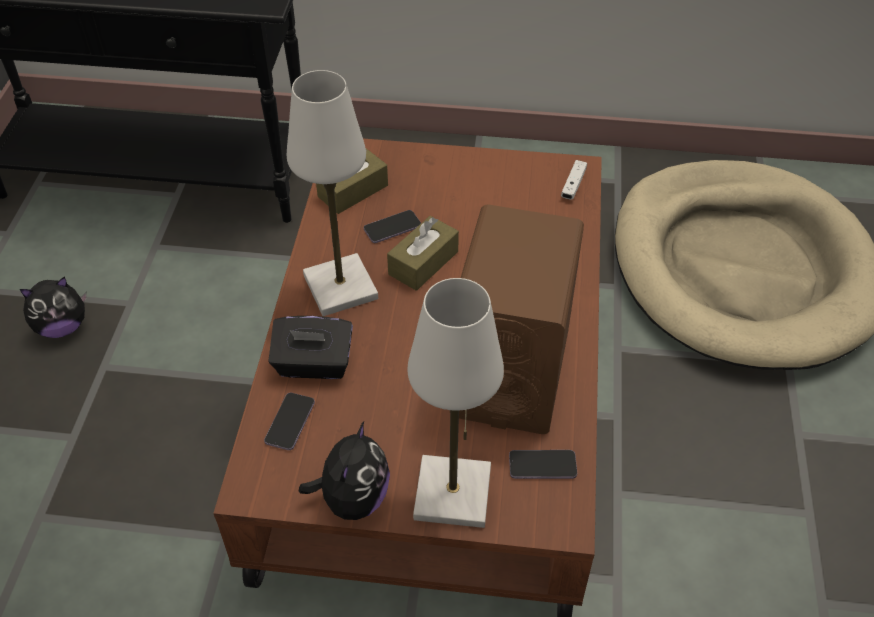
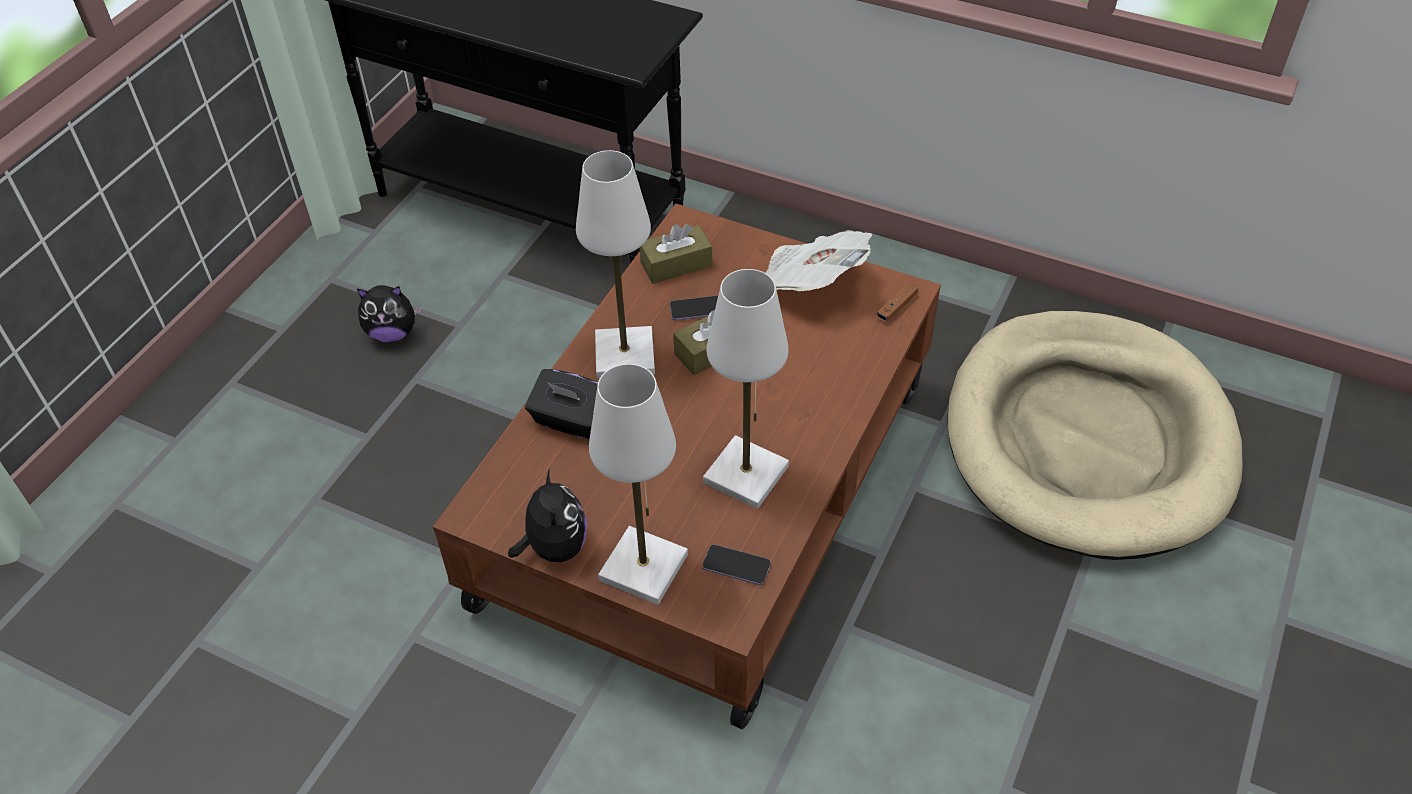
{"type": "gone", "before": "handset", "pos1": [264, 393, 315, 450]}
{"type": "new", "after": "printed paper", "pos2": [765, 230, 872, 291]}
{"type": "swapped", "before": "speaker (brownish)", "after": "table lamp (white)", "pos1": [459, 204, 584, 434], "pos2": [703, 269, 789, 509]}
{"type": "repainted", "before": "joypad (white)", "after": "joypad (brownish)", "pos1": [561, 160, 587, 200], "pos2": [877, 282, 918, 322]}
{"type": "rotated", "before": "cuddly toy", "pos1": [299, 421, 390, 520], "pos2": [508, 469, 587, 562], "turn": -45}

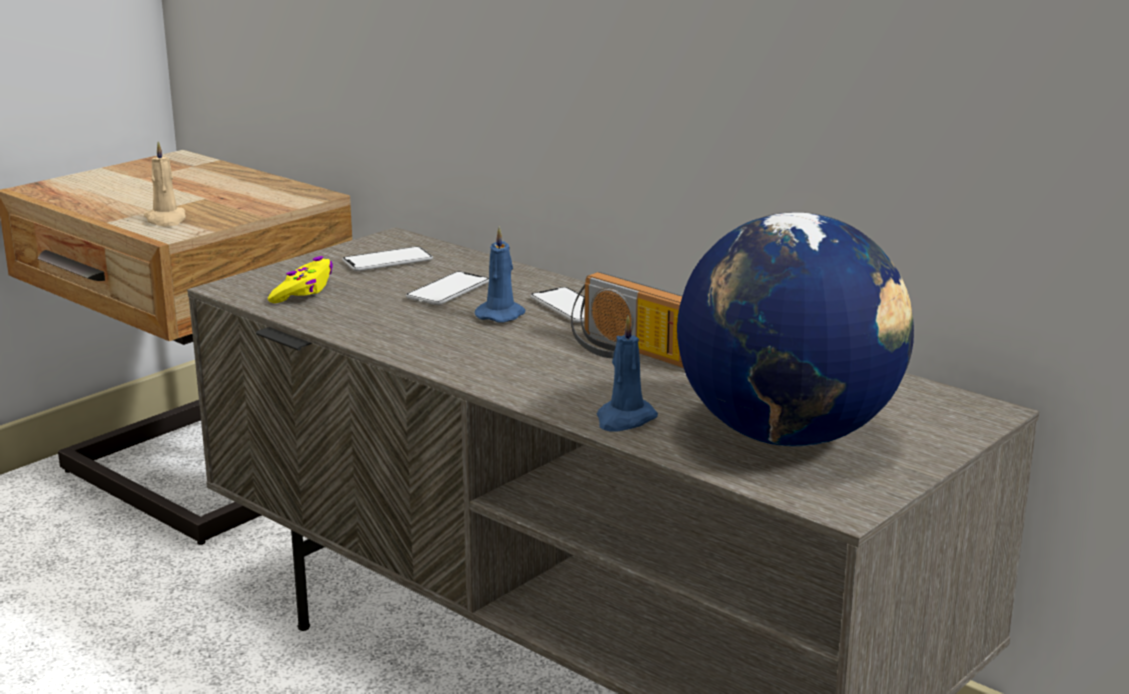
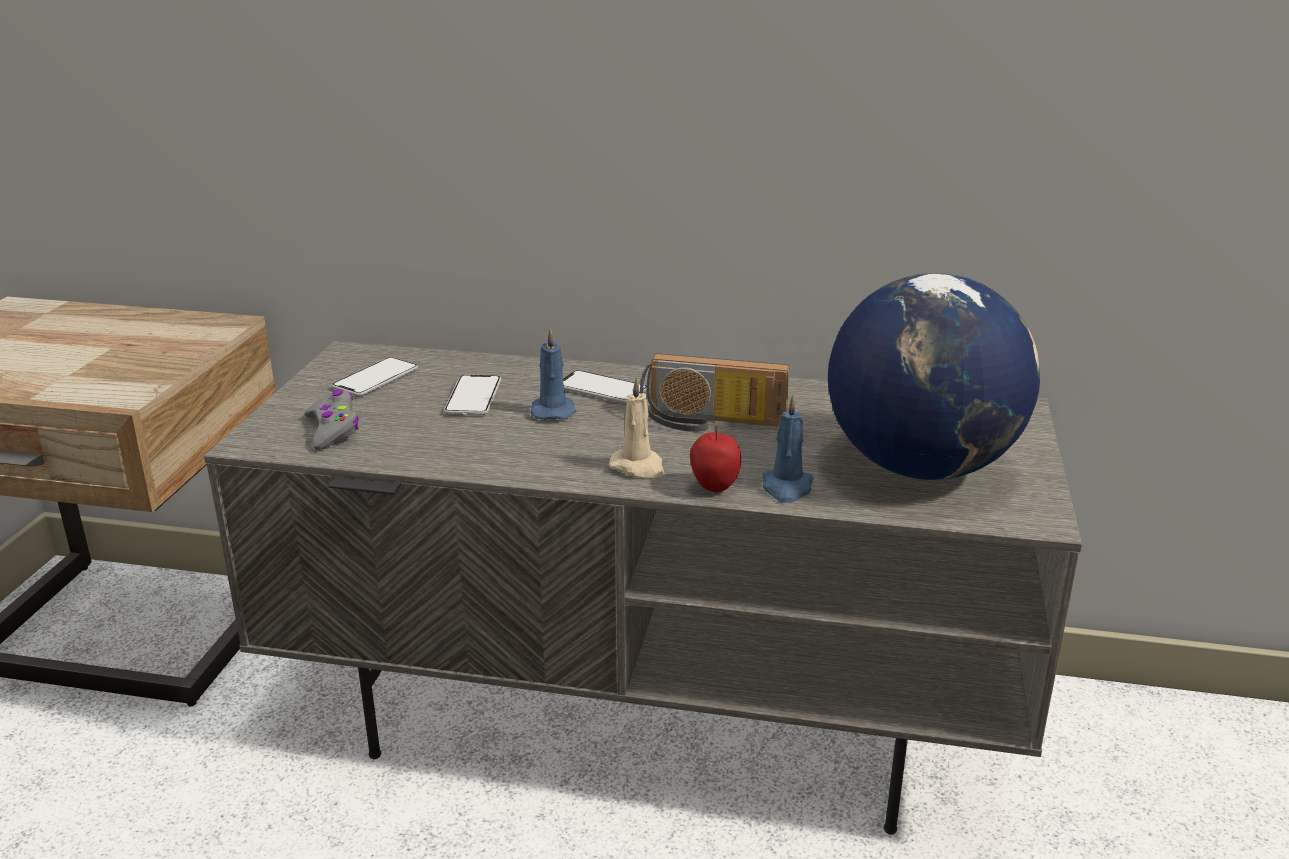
{"type": "new", "after": "whole apple", "pos2": [690, 426, 741, 492]}
{"type": "shifted", "before": "candle (sand-coloured)", "pos1": [144, 141, 186, 226], "pos2": [609, 376, 665, 478]}
{"type": "repainted", "before": "joypad (yellow)", "after": "joypad (gray)", "pos1": [268, 256, 333, 303], "pos2": [304, 389, 359, 450]}

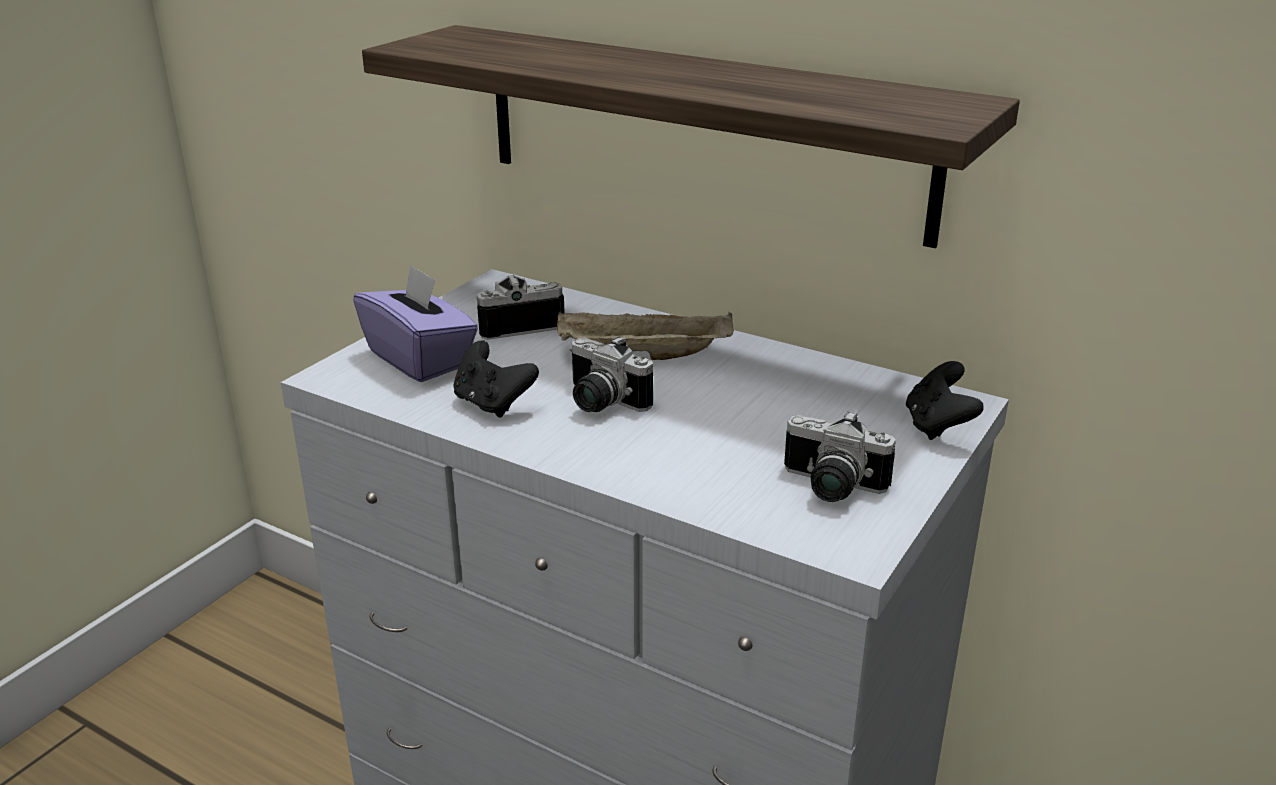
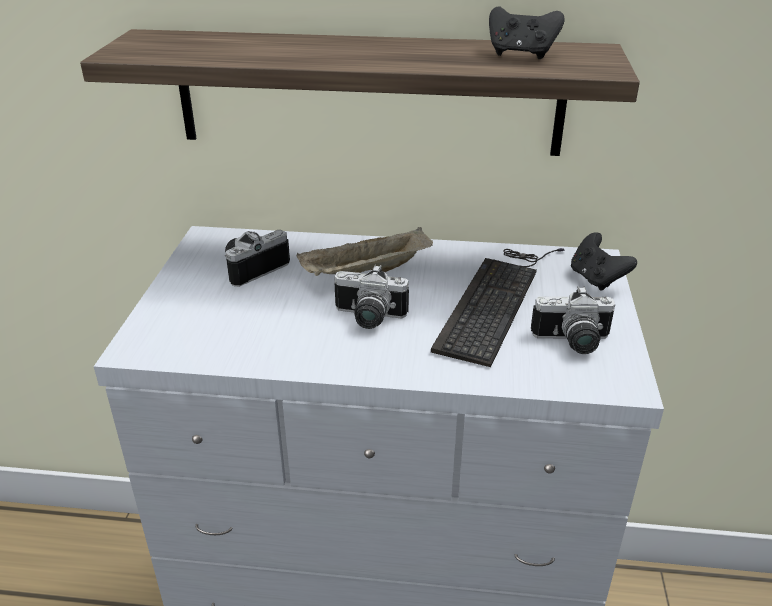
{"type": "gone", "before": "tissue holder (purple)", "pos1": [353, 264, 478, 382]}
{"type": "new", "after": "PC keyboard", "pos2": [431, 248, 564, 367]}
{"type": "shifted", "before": "joypad (blackish)", "pos1": [453, 340, 539, 417], "pos2": [489, 6, 564, 59]}

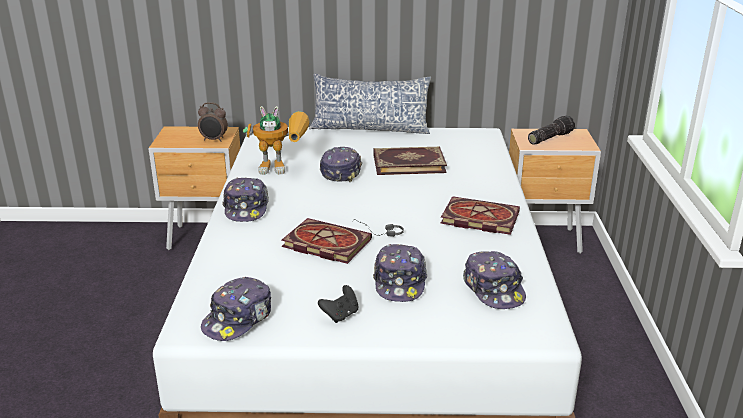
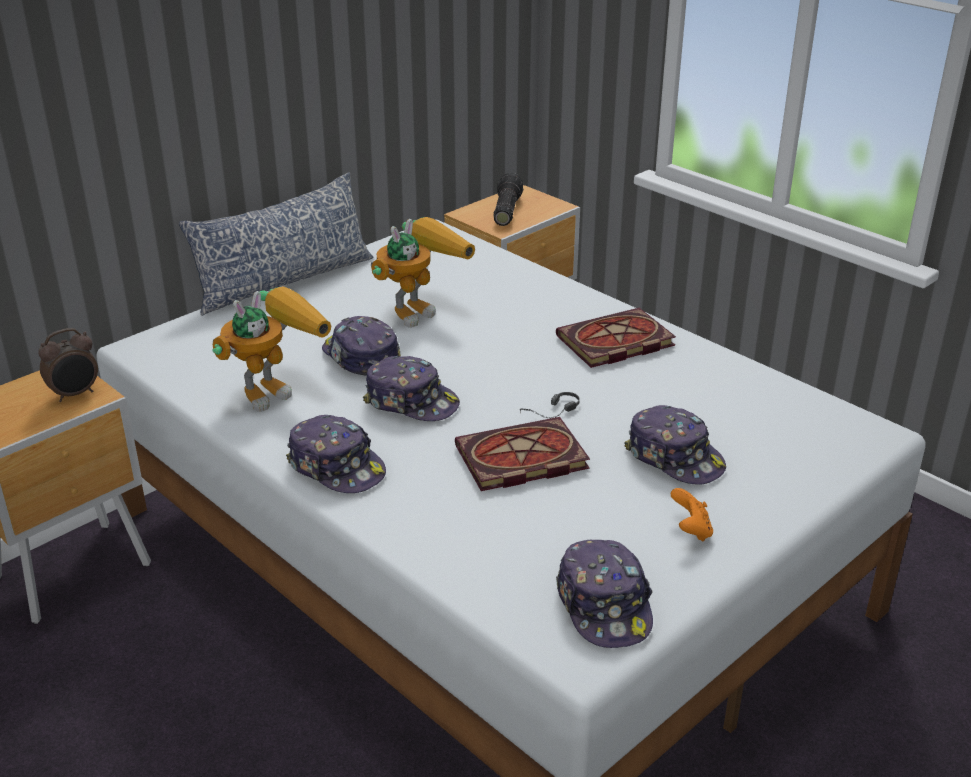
{"type": "shifted", "before": "peaked cap", "pos1": [463, 251, 526, 309], "pos2": [363, 356, 460, 421]}
{"type": "swapped", "before": "volume", "after": "robot figure", "pos1": [373, 147, 447, 175], "pos2": [371, 217, 475, 328]}
{"type": "repainted", "before": "joypad (blackish)", "after": "joypad (orangey)", "pos1": [318, 285, 359, 323], "pos2": [671, 488, 713, 542]}

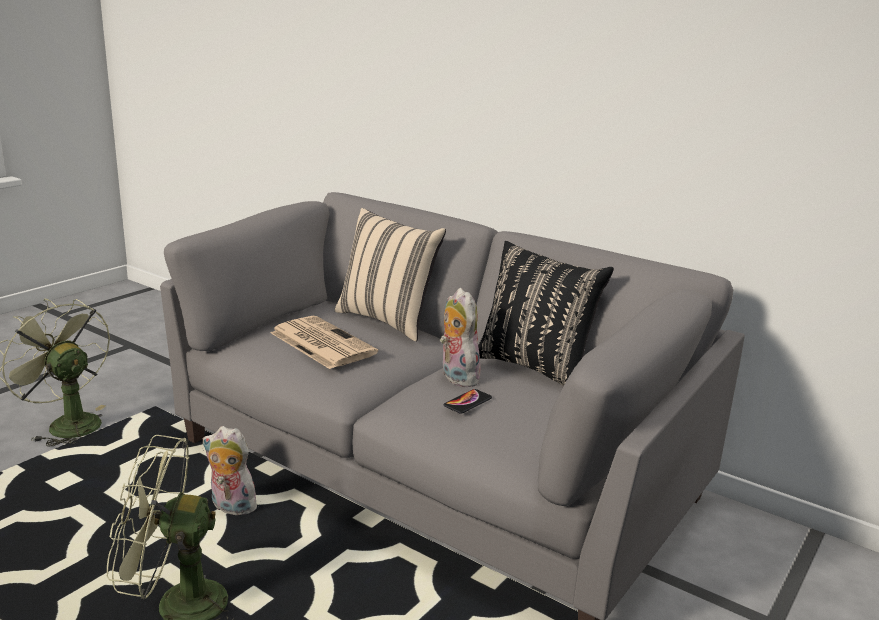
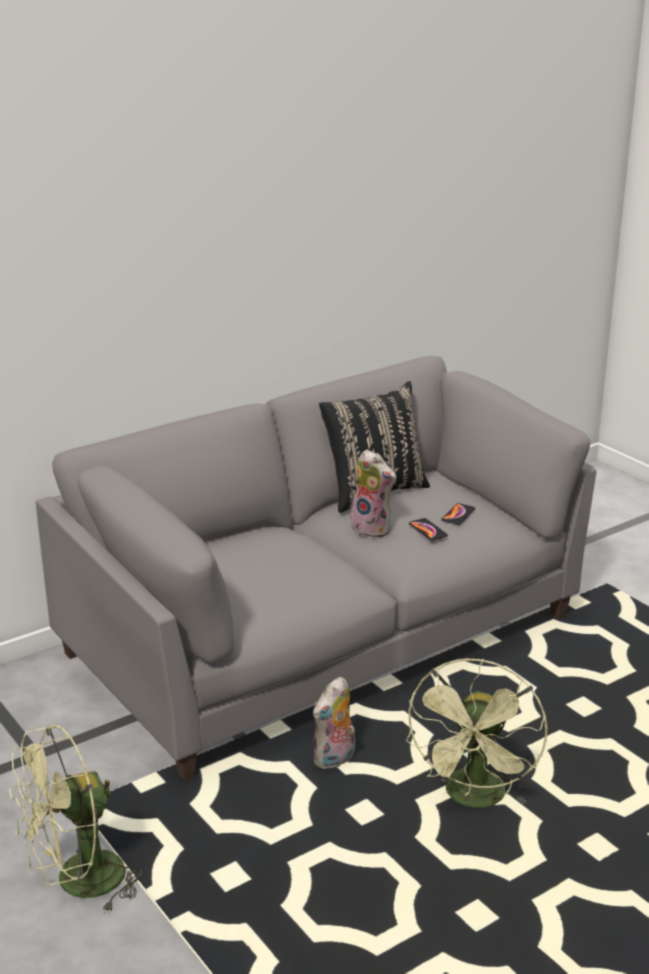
{"type": "gone", "before": "printed paper", "pos1": [270, 316, 378, 369]}
{"type": "gone", "before": "cushion (sand-coloured)", "pos1": [335, 208, 446, 342]}
{"type": "new", "after": "handset", "pos2": [441, 503, 475, 525]}
{"type": "rotated", "before": "cuddly toy", "pos1": [440, 288, 481, 387], "pos2": [350, 449, 396, 538], "turn": -135}

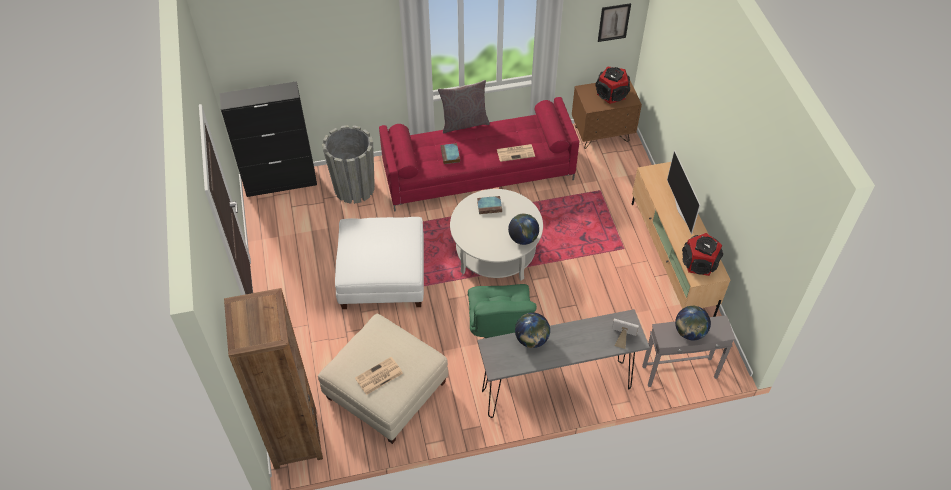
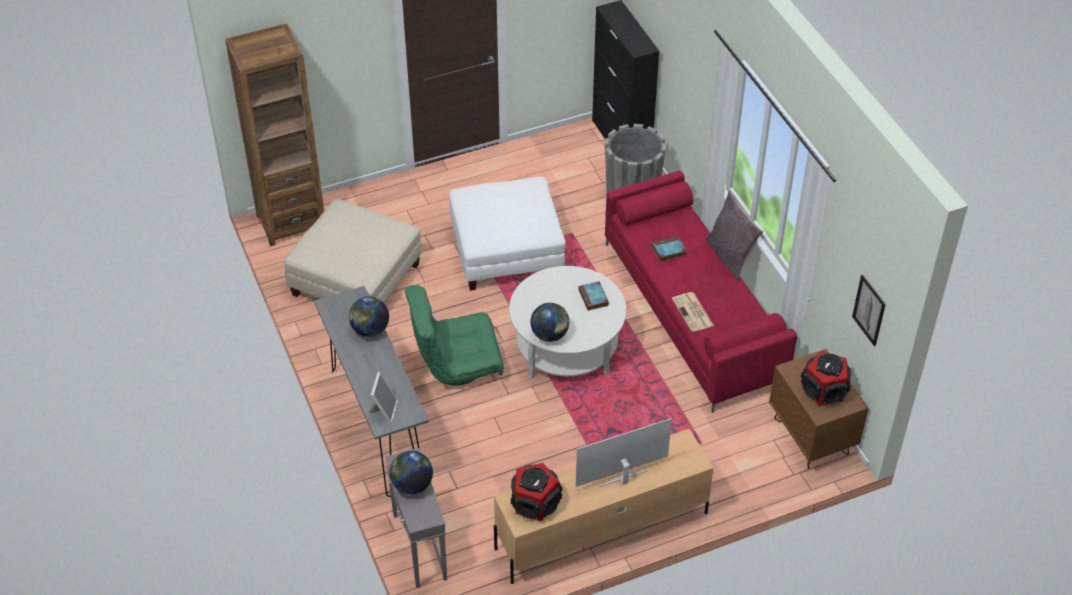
{"type": "gone", "before": "printed paper", "pos1": [355, 357, 403, 395]}

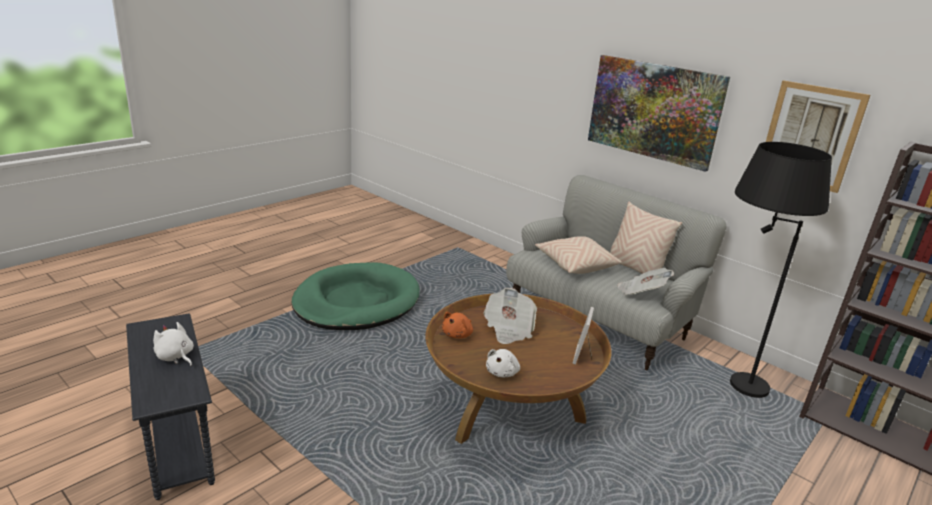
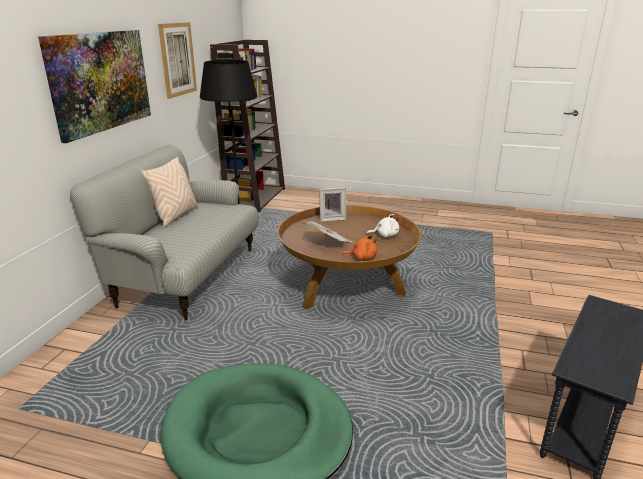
{"type": "gone", "before": "cuddly toy (white)", "pos1": [153, 322, 194, 366]}
{"type": "gone", "before": "cushion (sand-coloured)", "pos1": [535, 236, 622, 274]}
{"type": "gone", "before": "printed paper", "pos1": [617, 268, 674, 295]}

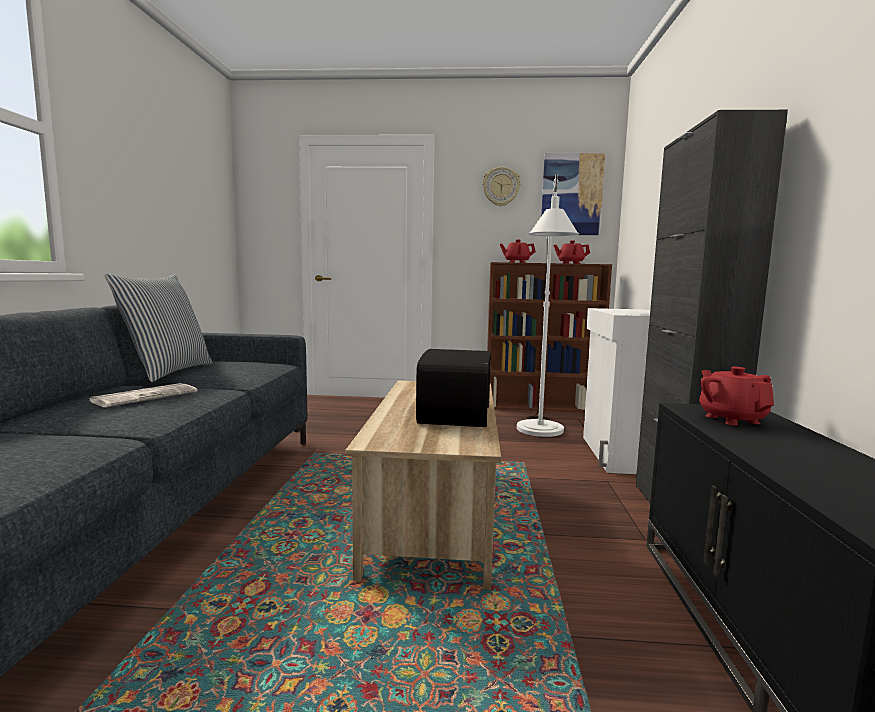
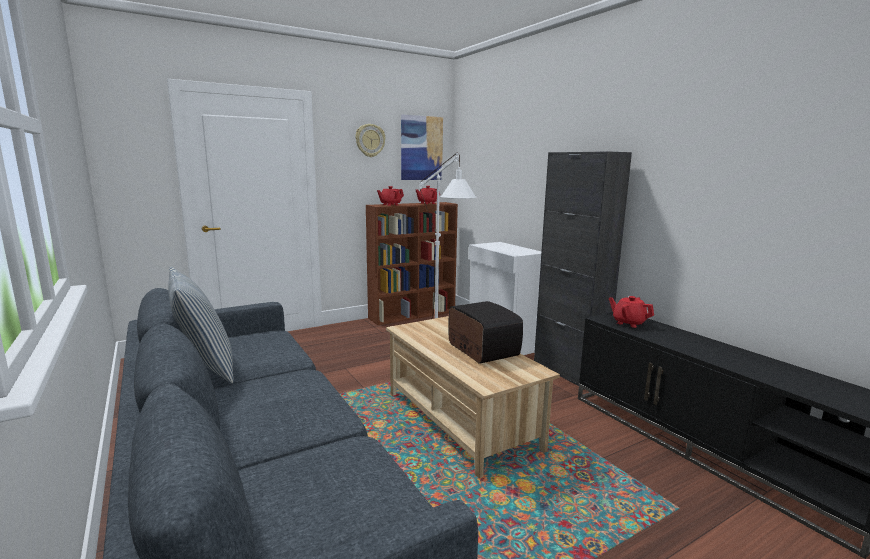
{"type": "gone", "before": "printed paper", "pos1": [89, 383, 197, 407]}

